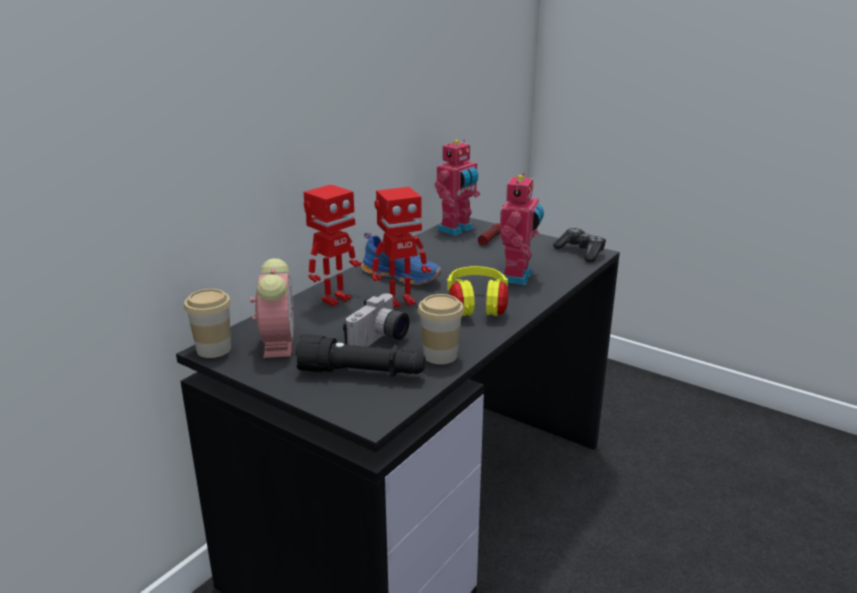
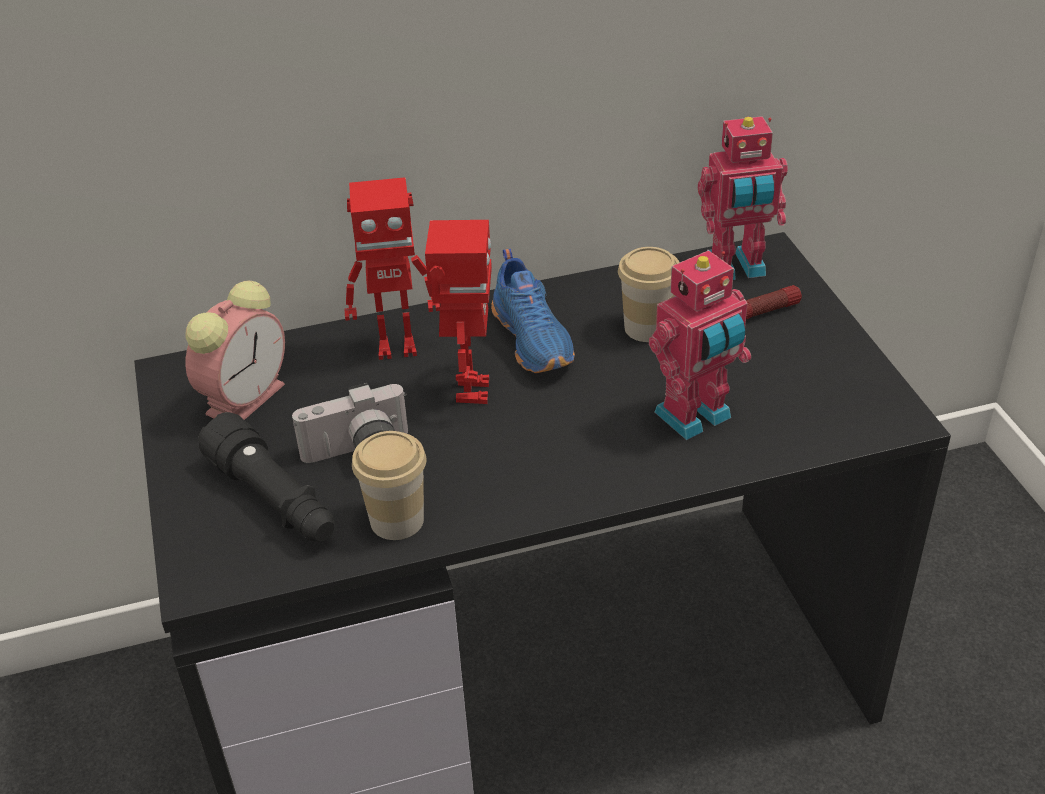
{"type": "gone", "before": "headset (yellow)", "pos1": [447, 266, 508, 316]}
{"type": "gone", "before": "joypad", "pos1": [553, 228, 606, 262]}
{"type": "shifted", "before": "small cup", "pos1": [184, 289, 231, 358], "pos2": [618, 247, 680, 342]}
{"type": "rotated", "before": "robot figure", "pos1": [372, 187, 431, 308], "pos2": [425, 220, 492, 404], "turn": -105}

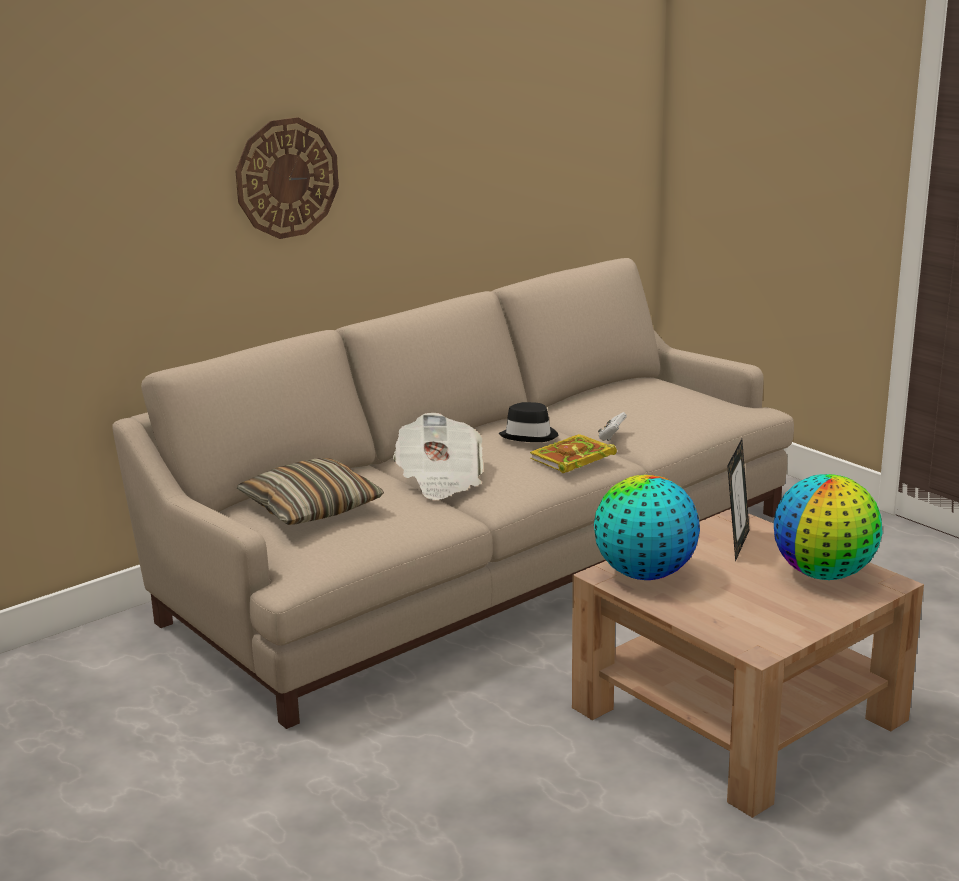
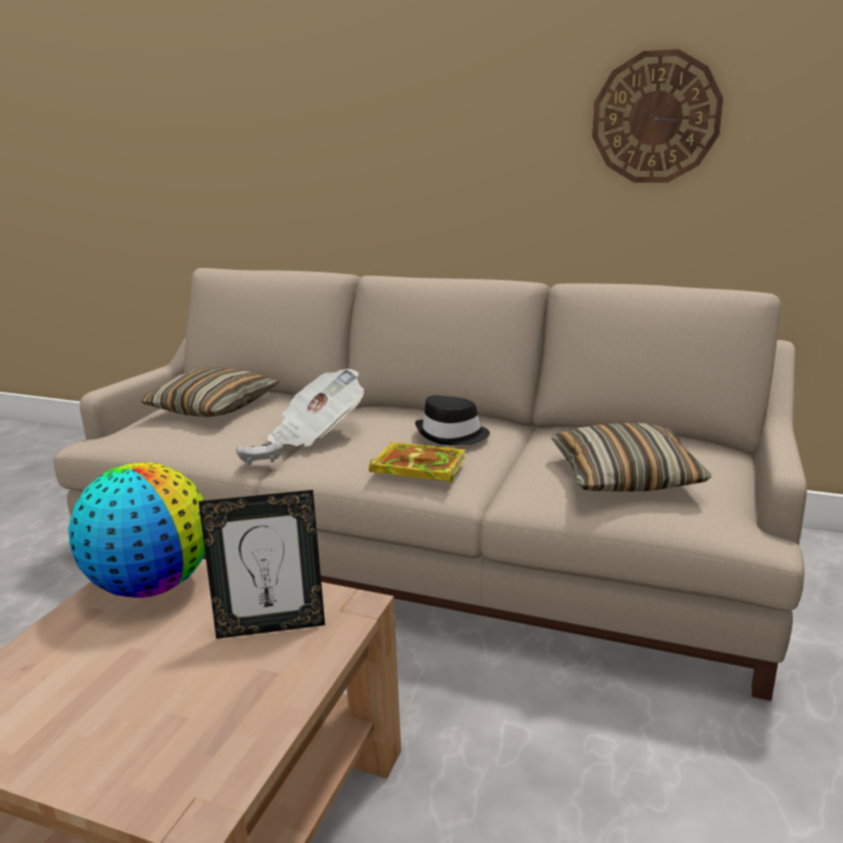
{"type": "gone", "before": "globe", "pos1": [774, 474, 882, 580]}
{"type": "new", "after": "cushion", "pos2": [551, 423, 711, 491]}
{"type": "shifted", "before": "wall clock", "pos1": [235, 117, 339, 239], "pos2": [592, 49, 723, 183]}
{"type": "shifted", "before": "joypad (white)", "pos1": [598, 412, 627, 441], "pos2": [236, 442, 283, 465]}

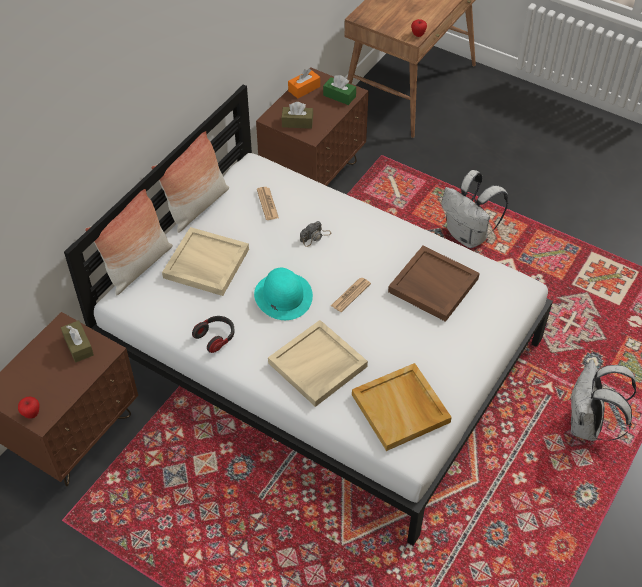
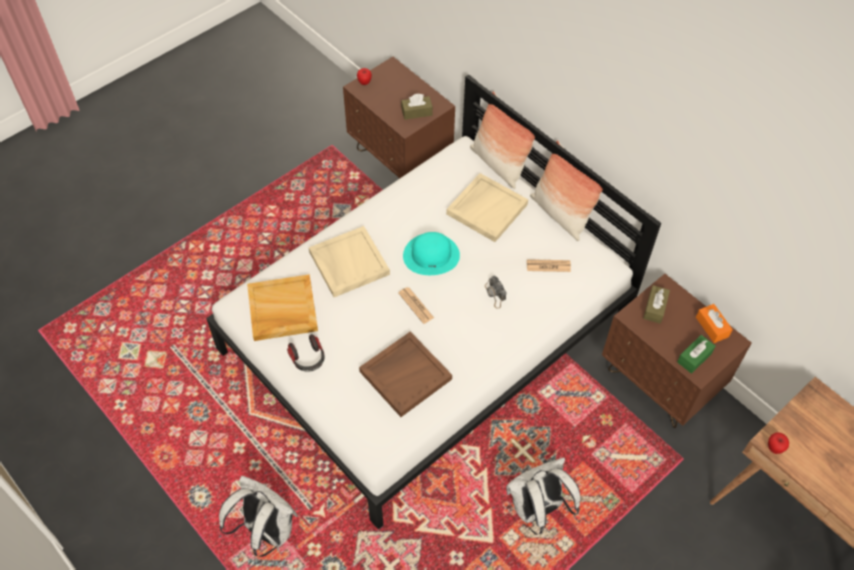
{"type": "shifted", "before": "headset", "pos1": [192, 316, 235, 353], "pos2": [287, 334, 325, 372]}

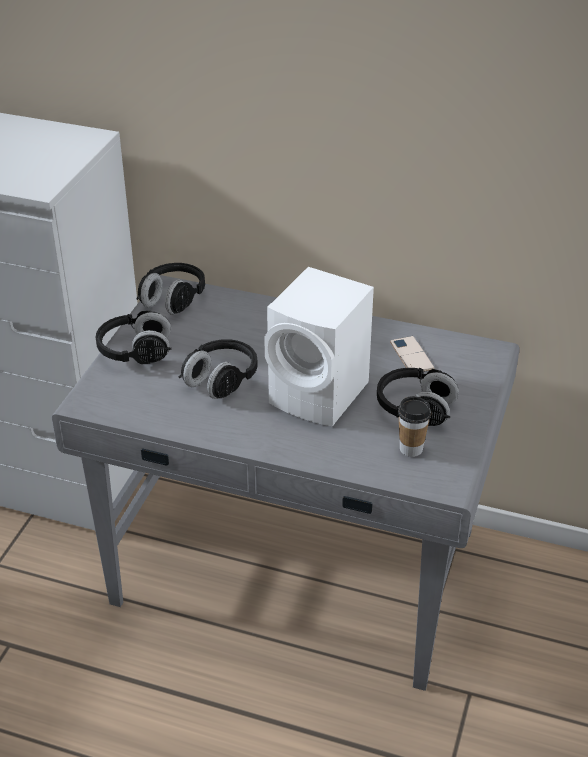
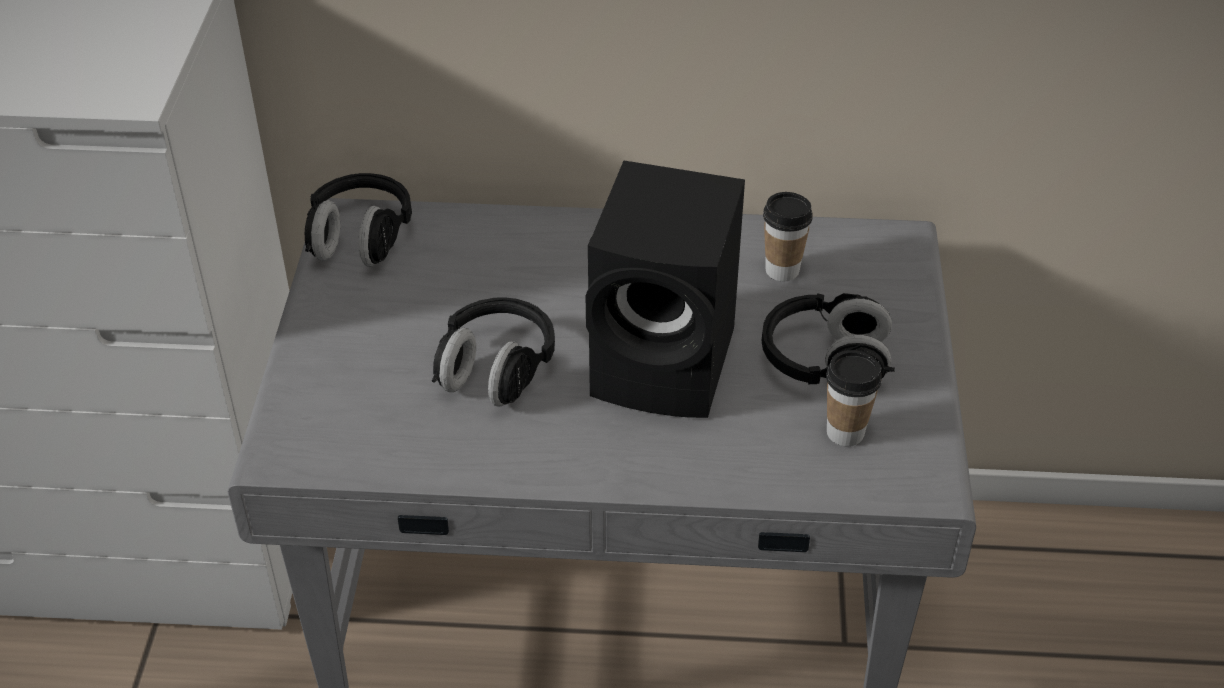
{"type": "gone", "before": "headset (blackish)", "pos1": [95, 311, 172, 364]}
{"type": "swapped", "before": "handset", "after": "small cup", "pos1": [390, 336, 435, 372], "pos2": [763, 192, 813, 281]}
{"type": "repainted", "before": "speaker (white)", "after": "speaker (blackish)", "pos1": [264, 267, 374, 427], "pos2": [586, 161, 745, 418]}

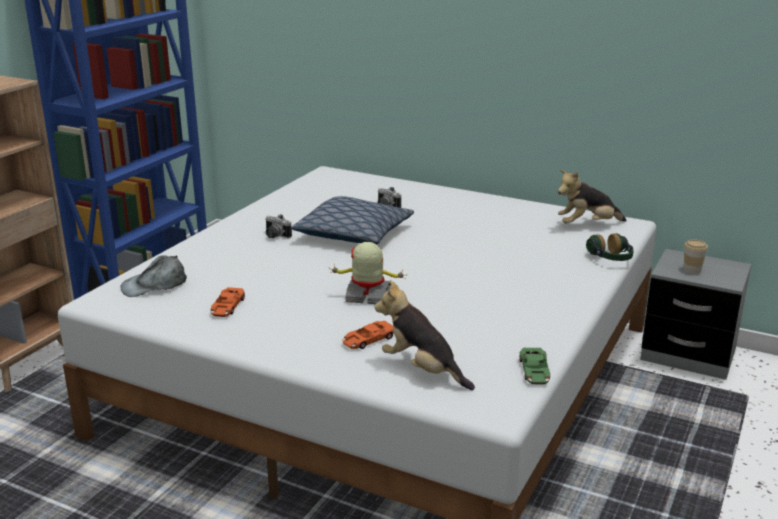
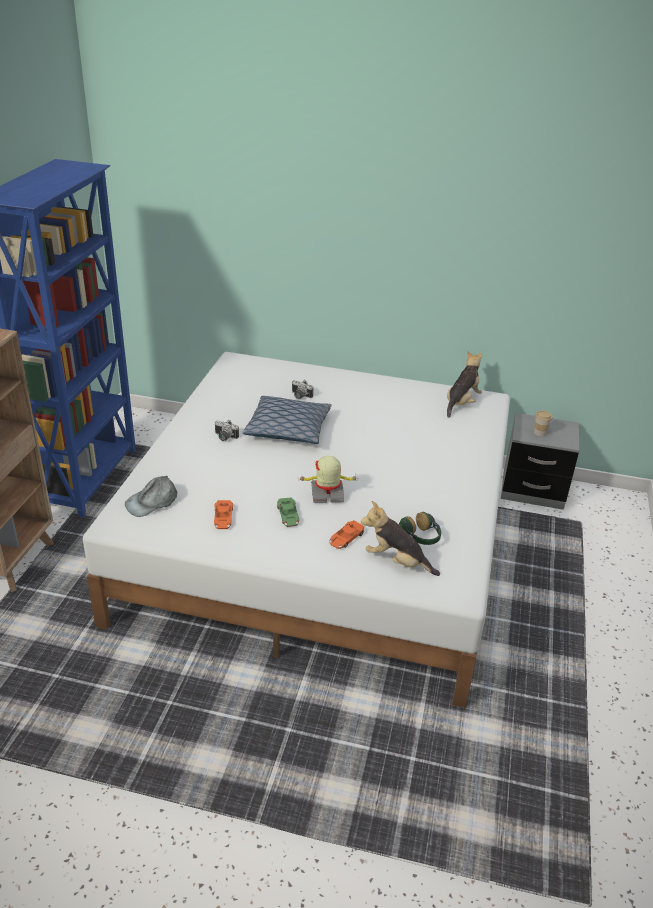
{"type": "shifted", "before": "miniature car (green-coloured)", "pos1": [520, 348, 550, 384], "pos2": [277, 498, 299, 527]}
{"type": "shifted", "before": "headset", "pos1": [586, 233, 634, 261], "pos2": [399, 512, 441, 545]}
{"type": "rotated", "before": "cuddly toy", "pos1": [558, 170, 627, 223], "pos2": [447, 351, 482, 418], "turn": 150}

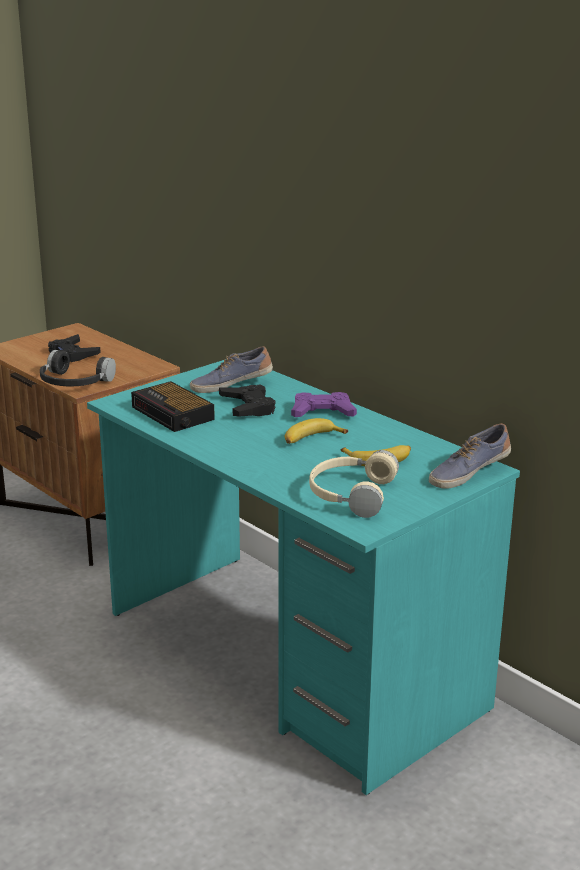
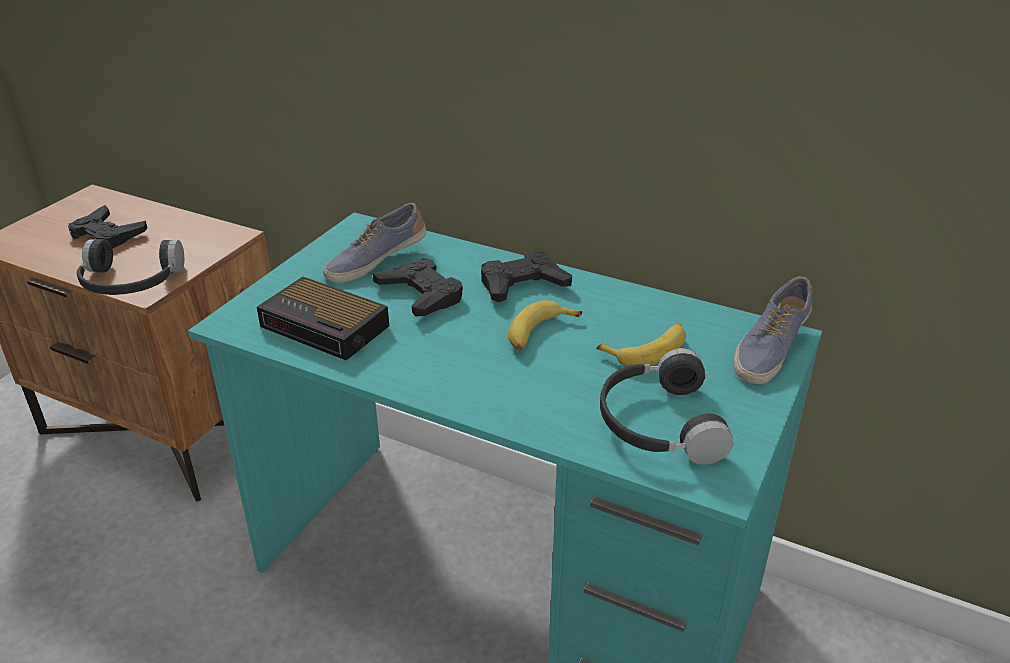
{"type": "repainted", "before": "joypad (purple)", "after": "joypad (blackish)", "pos1": [291, 392, 357, 417], "pos2": [481, 252, 572, 302]}
{"type": "repainted", "before": "headset (sand-coloured)", "after": "headset (blackish)", "pos1": [309, 450, 399, 518], "pos2": [600, 348, 733, 465]}

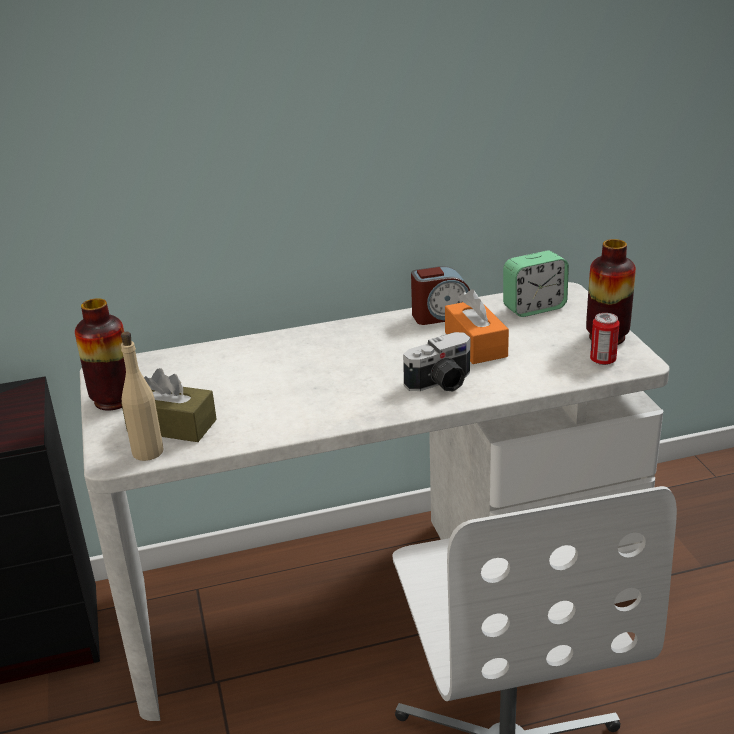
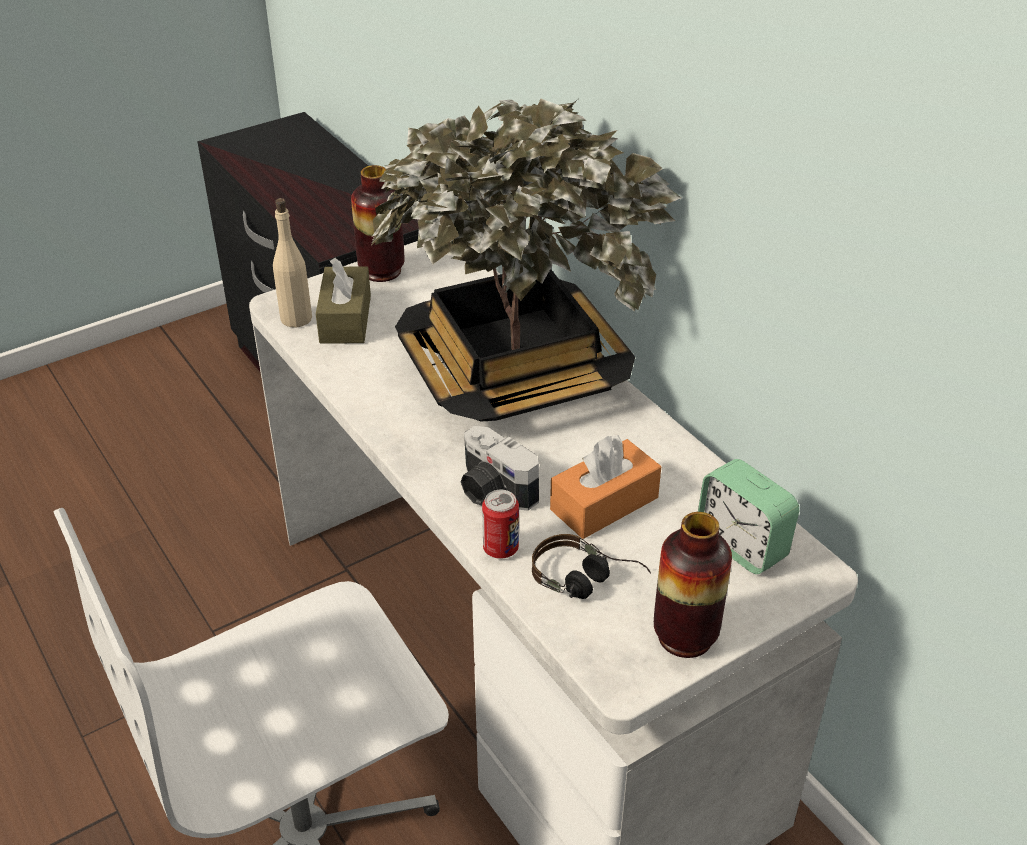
{"type": "gone", "before": "table clock", "pos1": [411, 266, 470, 325]}
{"type": "new", "after": "potted plant", "pos2": [371, 98, 681, 421]}
{"type": "new", "after": "headset", "pos2": [532, 534, 651, 599]}
{"type": "shifted", "before": "metal can", "pos1": [590, 313, 620, 365], "pos2": [482, 490, 519, 559]}

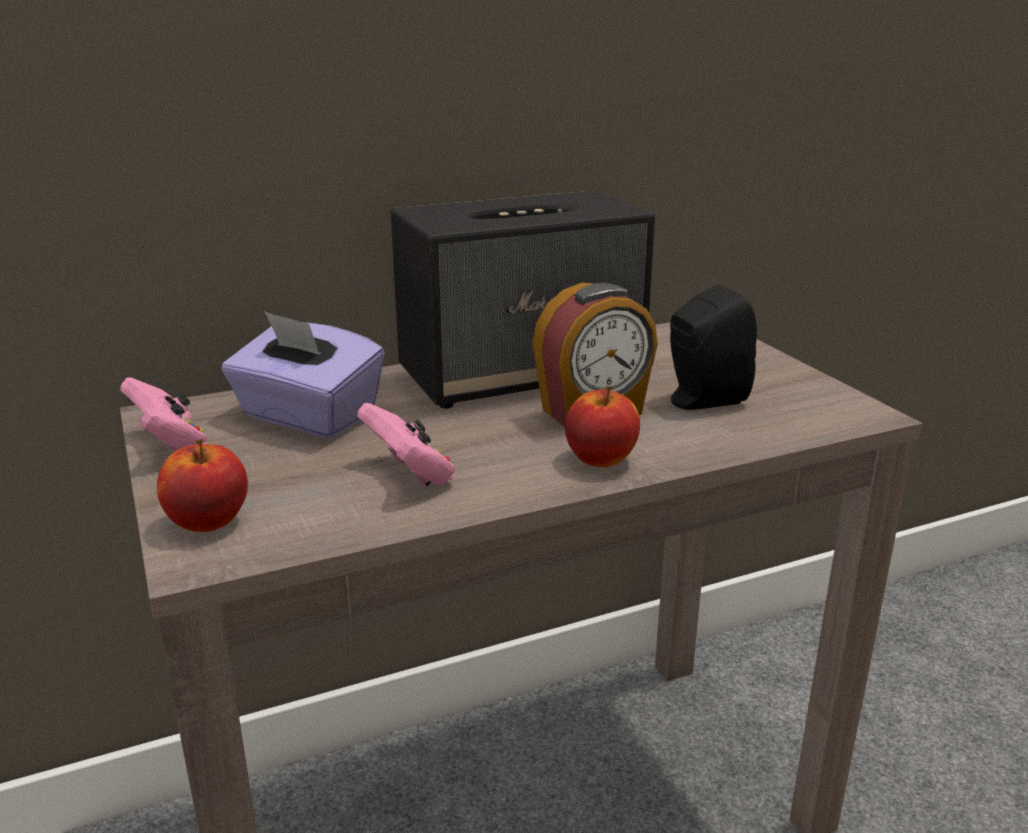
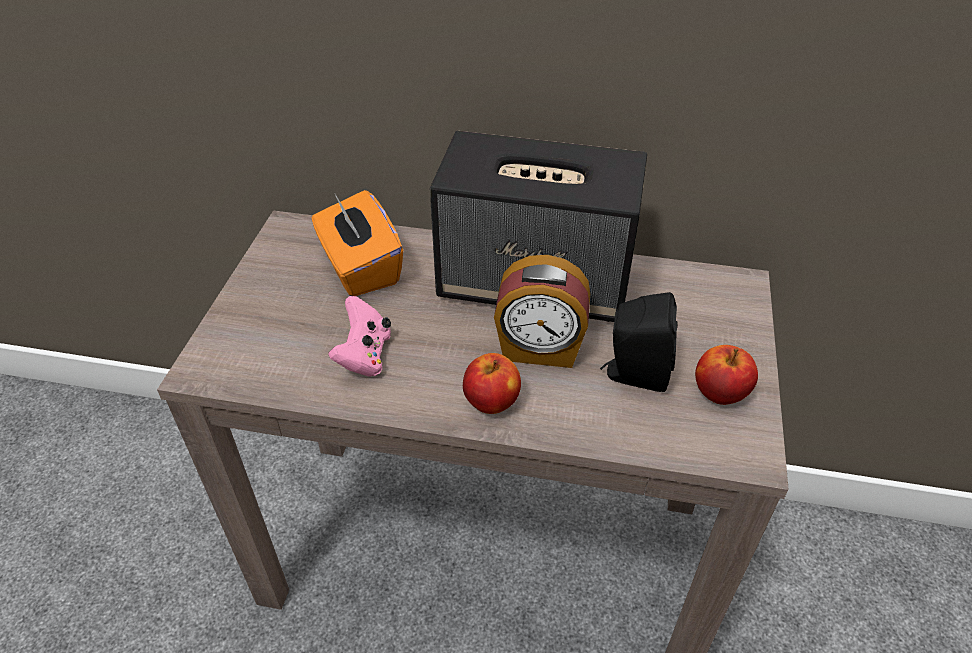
{"type": "gone", "before": "joypad (pinkish)", "pos1": [120, 377, 207, 452]}
{"type": "shifted", "before": "whole apple", "pos1": [157, 439, 248, 532], "pos2": [695, 345, 758, 405]}
{"type": "repainted", "before": "tissue holder (purple)", "after": "tissue holder (orangey)", "pos1": [222, 311, 384, 438], "pos2": [312, 190, 403, 296]}

